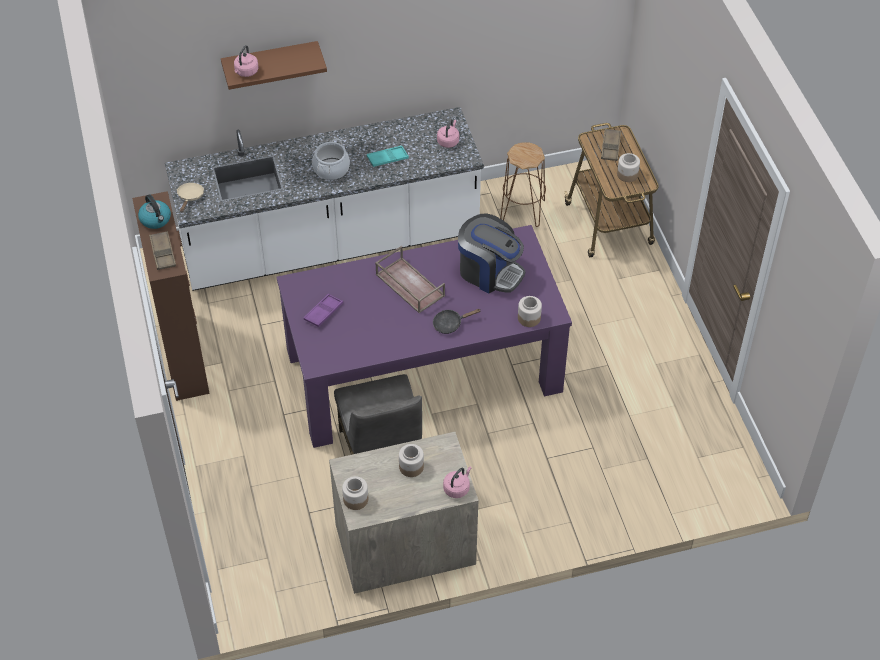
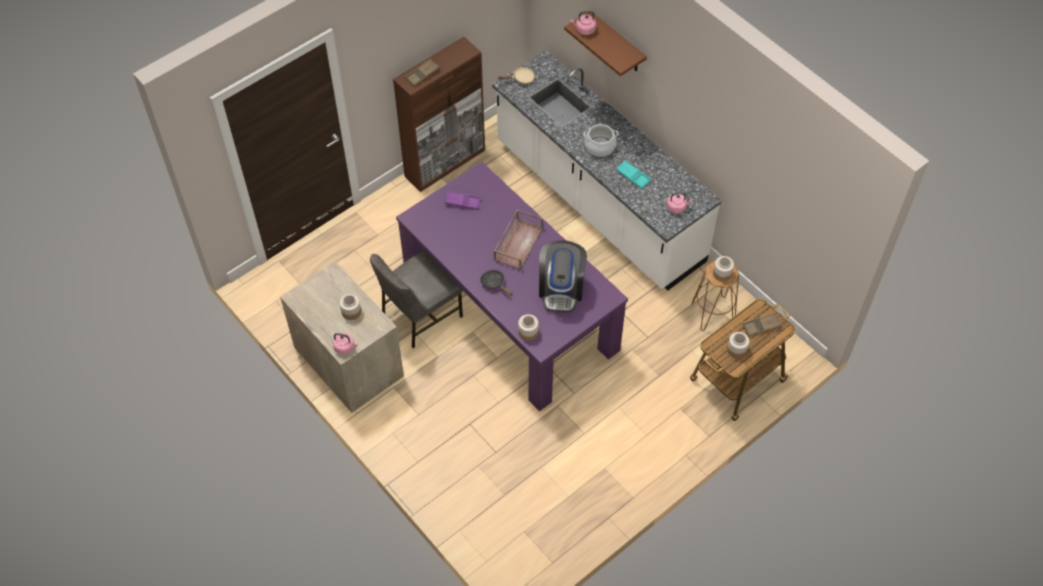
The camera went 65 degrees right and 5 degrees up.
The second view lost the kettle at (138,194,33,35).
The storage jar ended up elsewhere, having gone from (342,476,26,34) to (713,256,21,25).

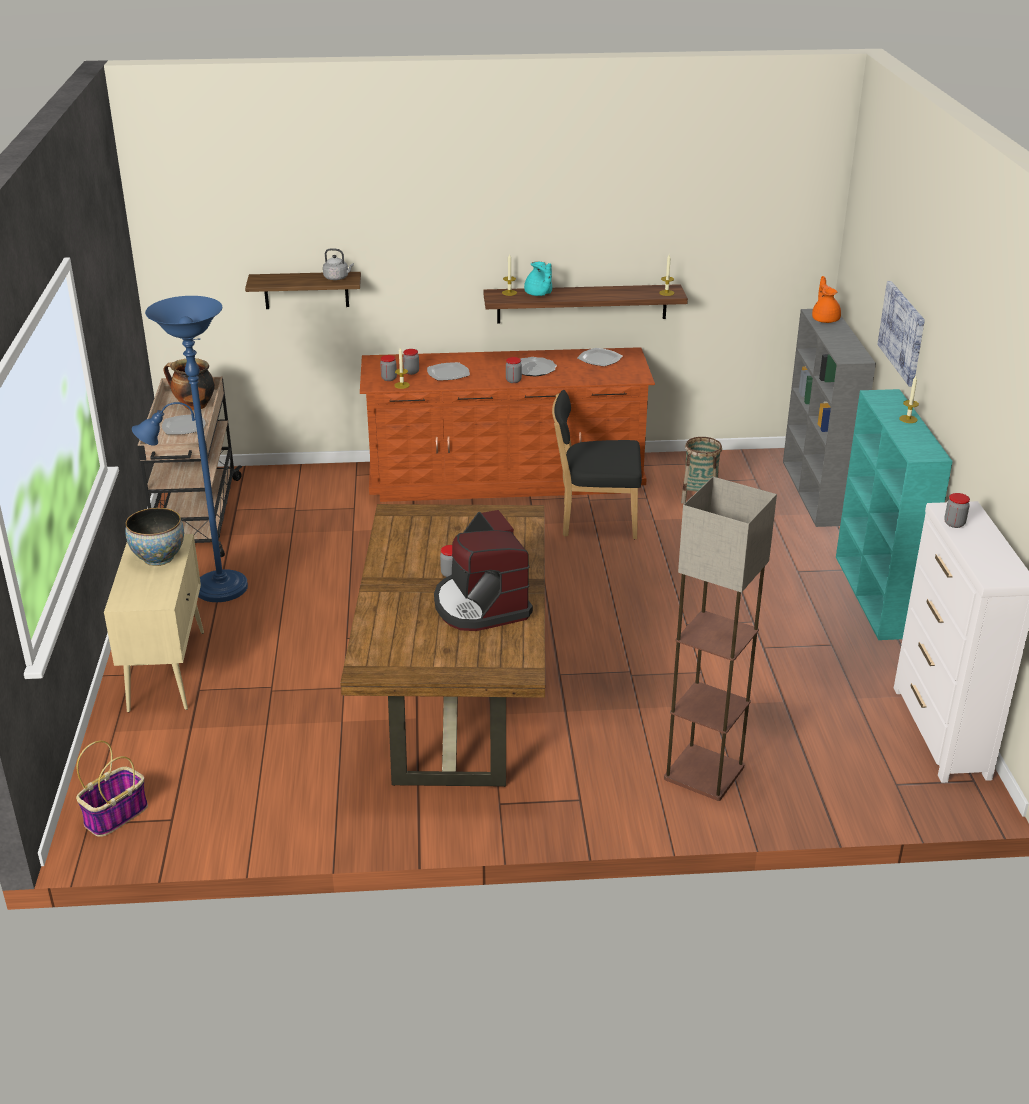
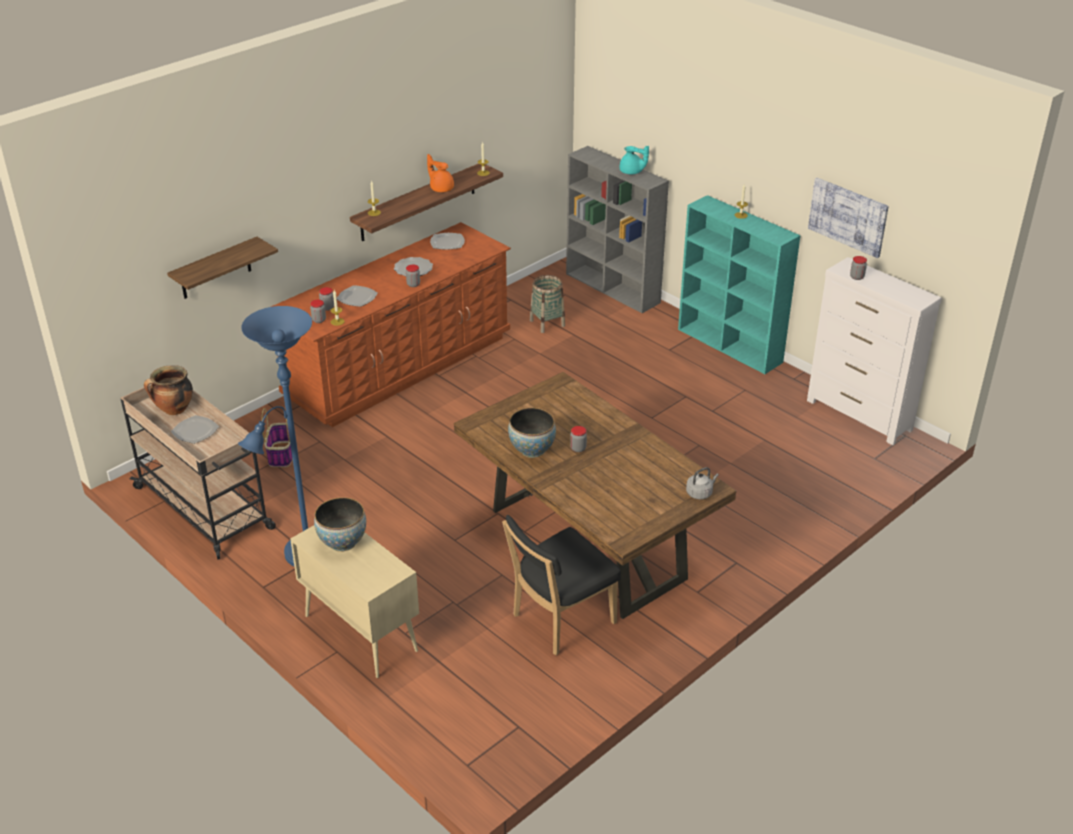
The camera went 40 degrees left and 5 degrees up.
The gray kettle ended up elsewhere, having gone from (323,248,31,32) to (686,467,33,32).
The blue-green pot for tea ended up elsewhere, having gone from (524,262,28,34) to (620,145,29,29).
The orange pot for tea ended up elsewhere, having gone from (812,276,29,47) to (427,154,27,38).
The wall picture ended up elsewhere, having gone from (877,281,48,106) to (808,178,81,80).
The blackish plain chair ended up elsewhere, having gone from (552,390,90,149) to (502,515,119,140).
The second view lost the standard lamp at (664,477,113,324).
The second view lost the coffee brewer at (434,510,99,121).
The household basket ended up elsewhere, having gone from (76,741,72,96) to (261,408,32,59).
The second view gained the serving bowl at (508,408,48,50).

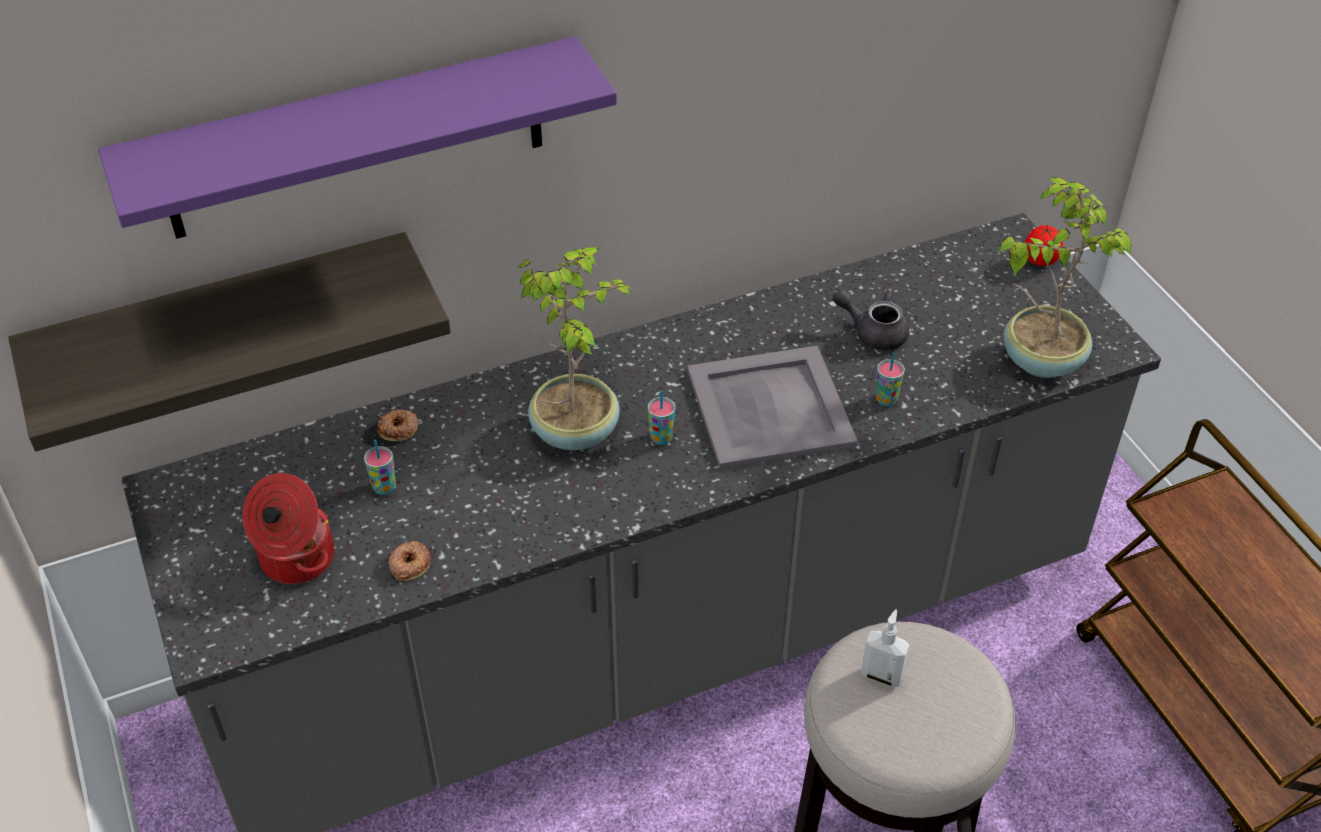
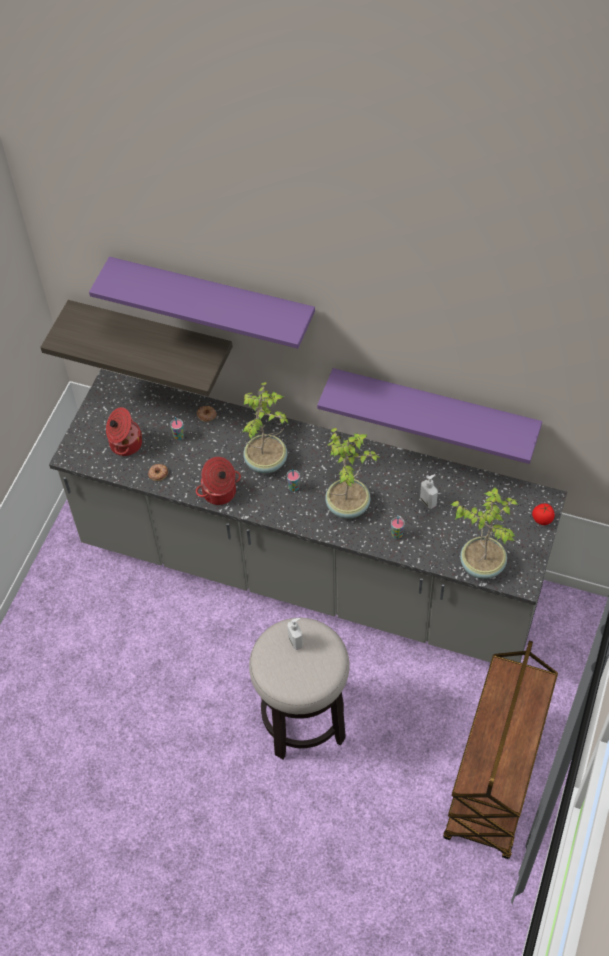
The camera went 45 degrees right and 10 degrees up.
Where the gray pot for tea stood at (833,288,76,62), the soap dispenser came to stand at (420,474,18,35).
Where the gray carrying tray stood at (687,345,171,124), the houseplant came to stand at (325,428,56,91).
The second view gained the purplish bracket shelf at (317,368,225,96).
The second view gained the cooking pot at (196,457,45,48).

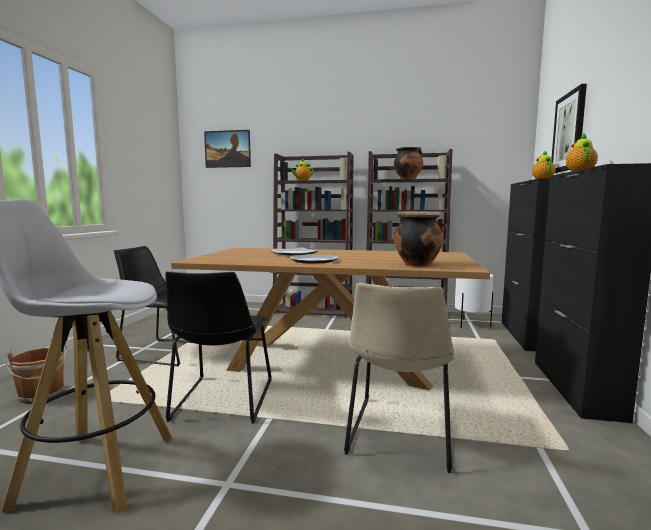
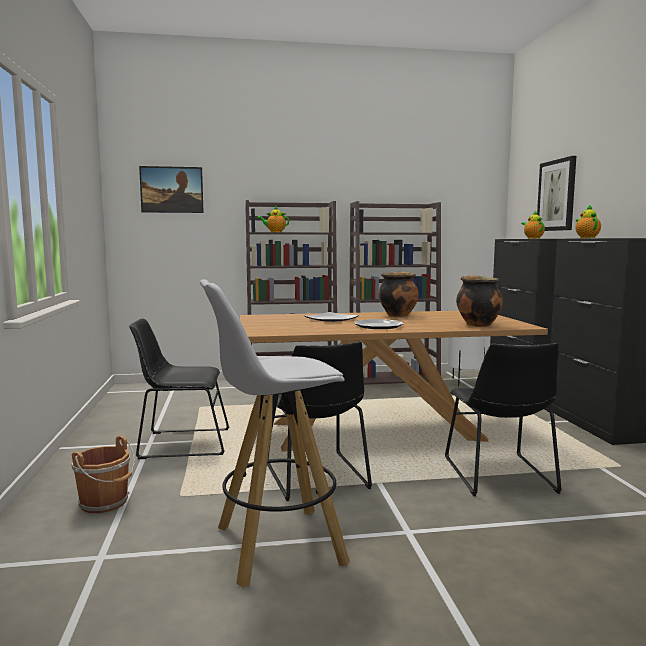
The camera went 20 degrees left and 0 degrees up.
The cooking pot ended up elsewhere, having gone from (394,147,29,32) to (379,271,40,46).
What was the beige plain chair at (344,283,111,190) turned into the blackish plain chair at (445,343,117,153).

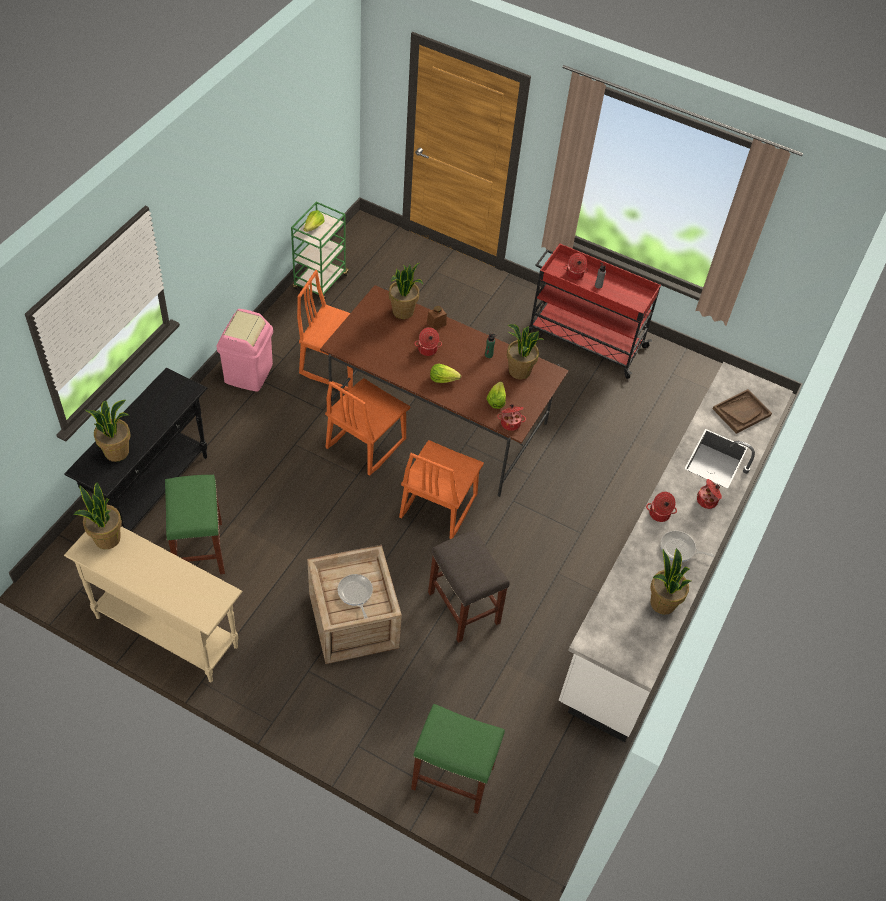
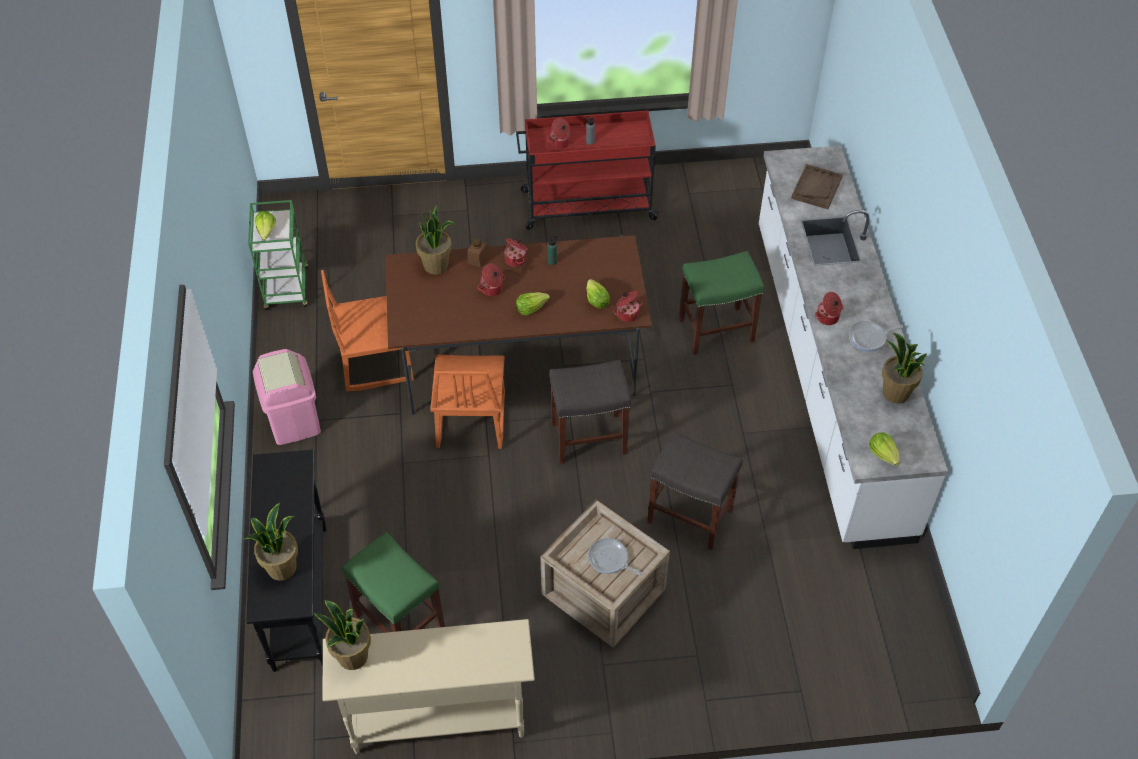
The camera went 30 degrees left and 0 degrees up.
The second view lost the houseplant at (507,324,37,55).
Where the orange plain chair stood at (399,440,85,99), the gray stool came to stand at (549,360,82,104).
The cooking pot ended up elsewhere, having gone from (697,479,25,30) to (504,238,23,29).
The greenish stool ended up elsewhere, having gone from (411,704,94,110) to (679,251,85,104).
The second view gained the head of lettuce at (869,432,31,34).

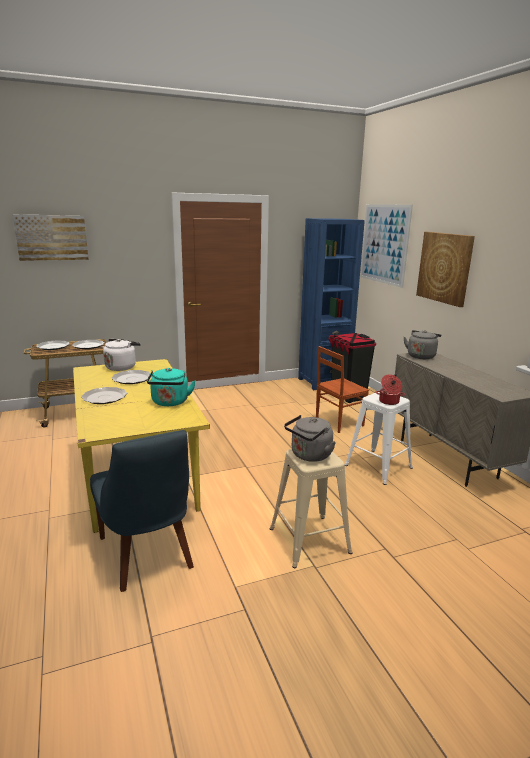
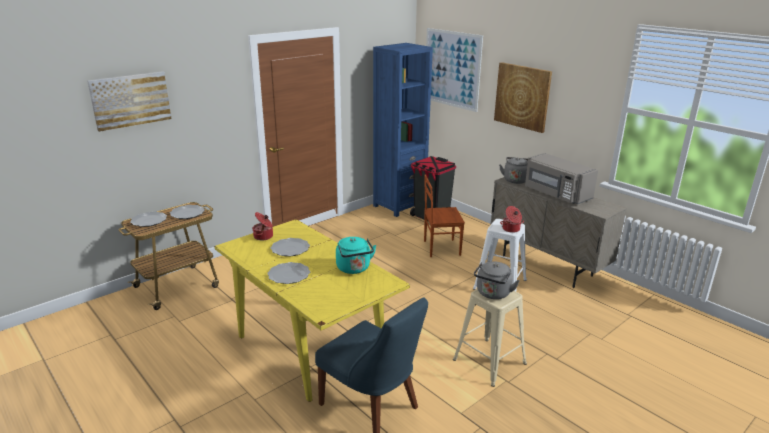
The camera went 20 degrees left and 5 degrees up.
Where the white kettle stood at (102,339,39,32), the cooking pot came to stand at (253,212,20,29).
The brown-coloured plain chair at (316,346,53,87) ended up facing another way, 45 degrees clockwise from before.
The second view gained the gray microwave at (525,153,73,51).

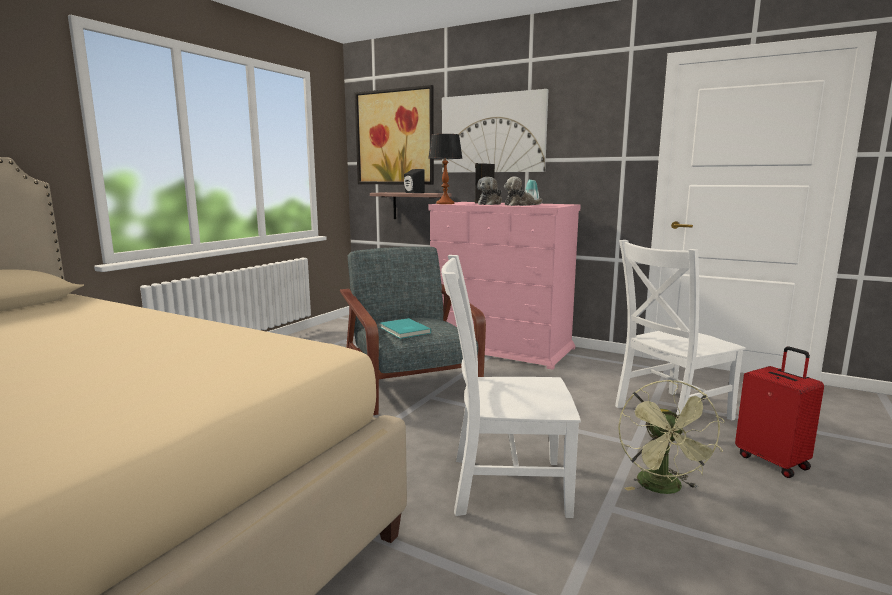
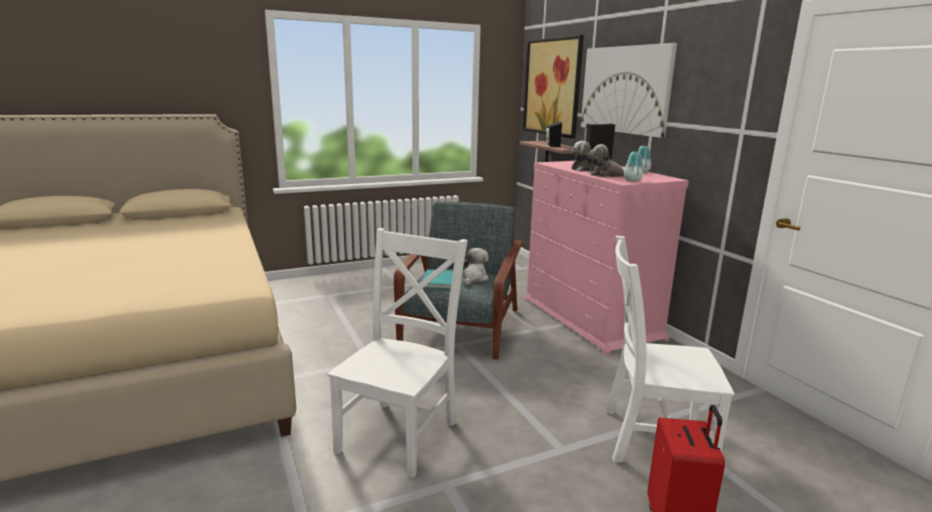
The camera went 35 degrees right and 5 degrees up.
The second view lost the table lamp at (428,134,35,70).
The white plain chair at (441,255,140,263) ended up facing another way, 75 degrees clockwise from before.
The second view lost the greenish fan at (618,380,107,114).
The second view gained the decorative vase at (624,151,19,30).
The second view gained the soft toy at (463,248,26,37).

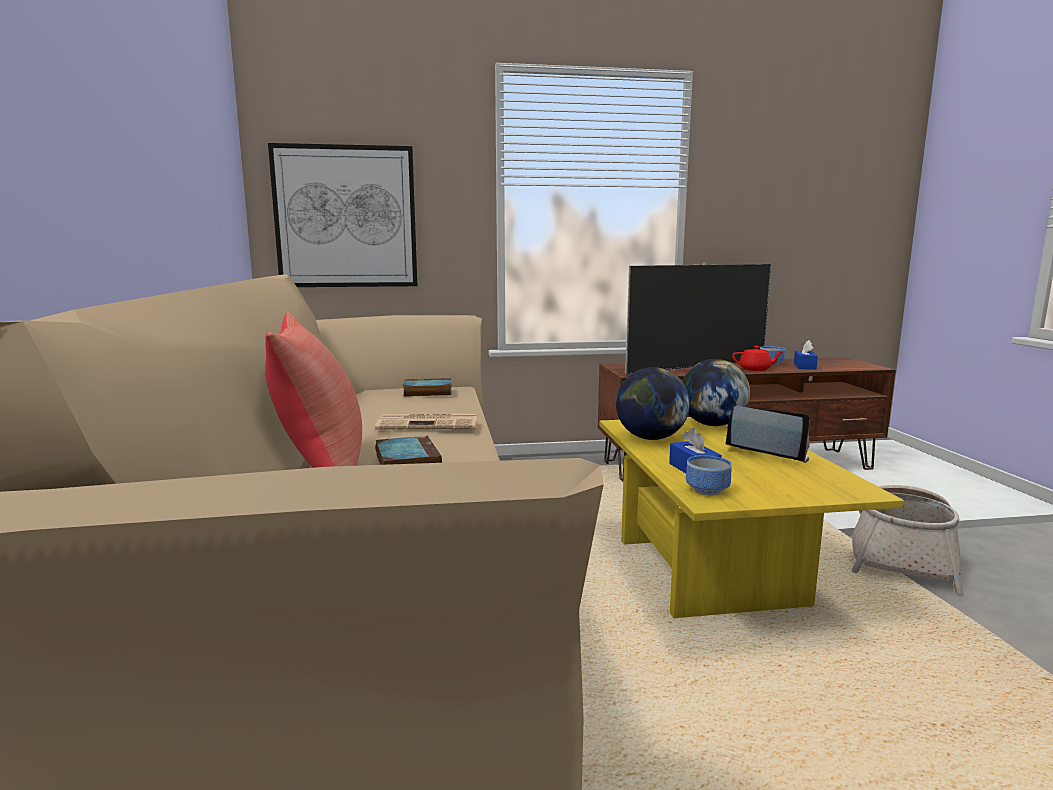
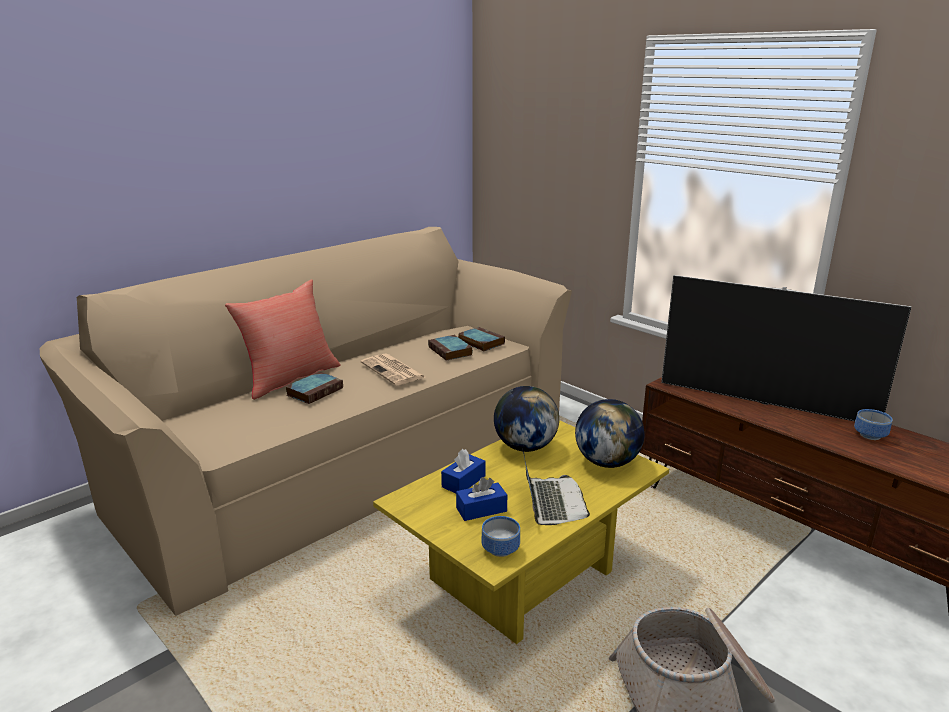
The camera went 55 degrees right and 10 degrees up.
The second view lost the wall picture at (268,143,149,144).
The blue box of tissues ended up elsewhere, having gone from (794,340,24,30) to (456,477,51,44).
The second view lost the reddish pot for tea at (732,346,51,25).
The serving bowl ended up elsewhere, having gone from (686,455,46,40) to (481,516,39,41).
The second view gained the book at (428,335,45,26).

